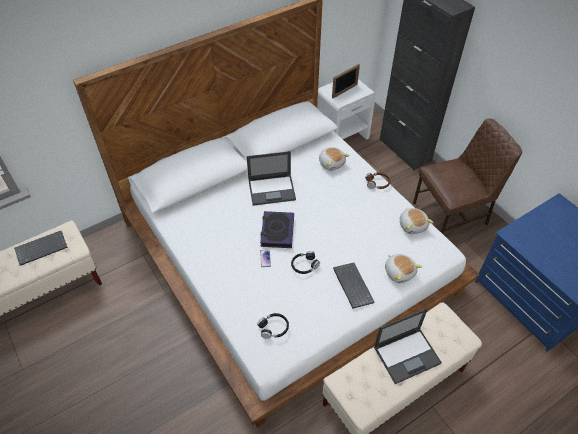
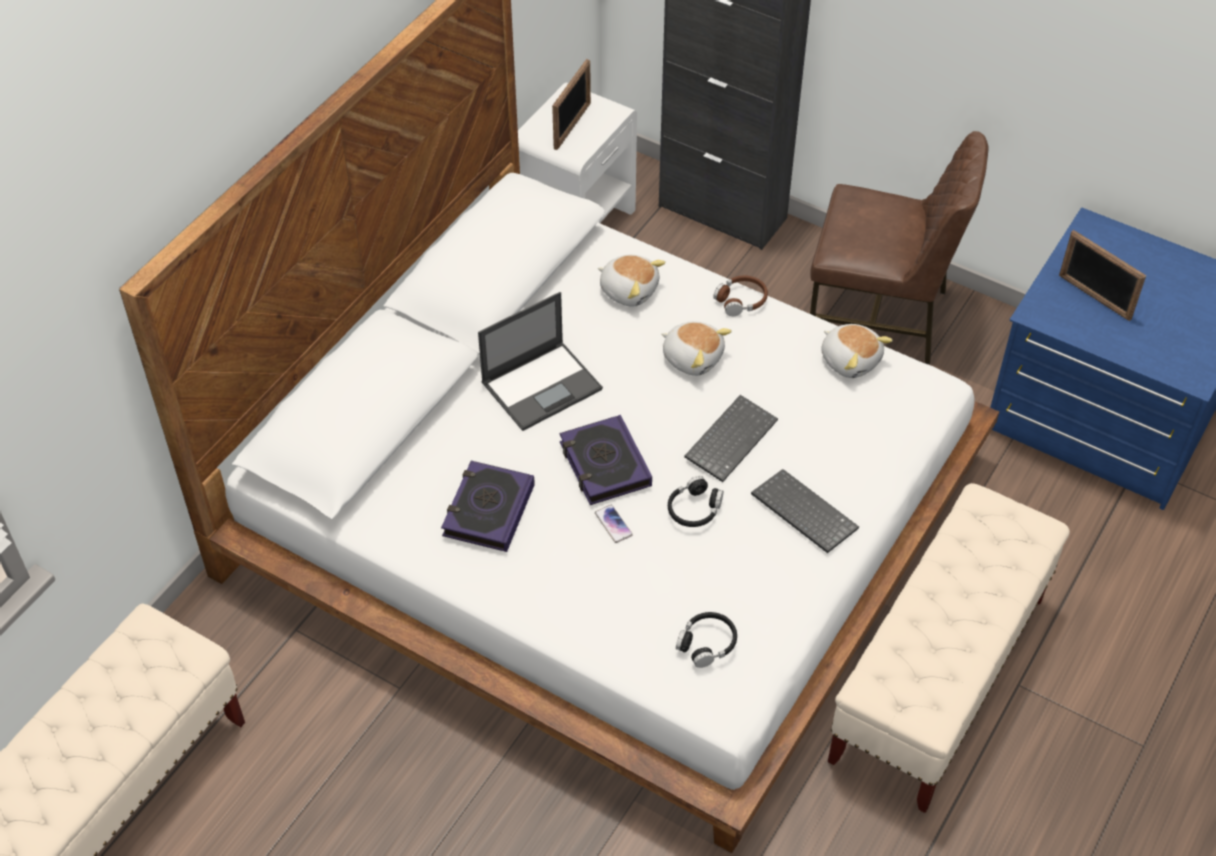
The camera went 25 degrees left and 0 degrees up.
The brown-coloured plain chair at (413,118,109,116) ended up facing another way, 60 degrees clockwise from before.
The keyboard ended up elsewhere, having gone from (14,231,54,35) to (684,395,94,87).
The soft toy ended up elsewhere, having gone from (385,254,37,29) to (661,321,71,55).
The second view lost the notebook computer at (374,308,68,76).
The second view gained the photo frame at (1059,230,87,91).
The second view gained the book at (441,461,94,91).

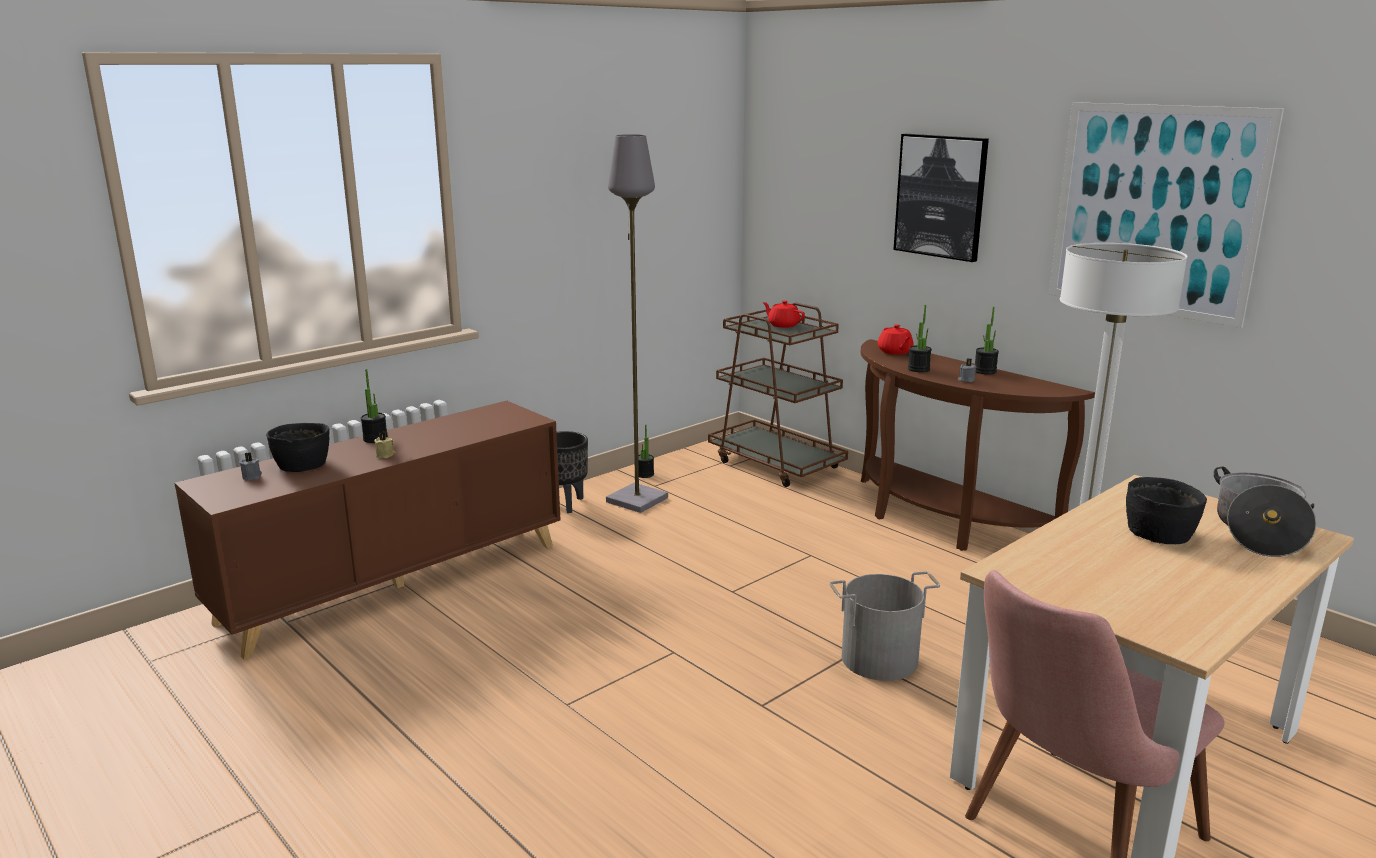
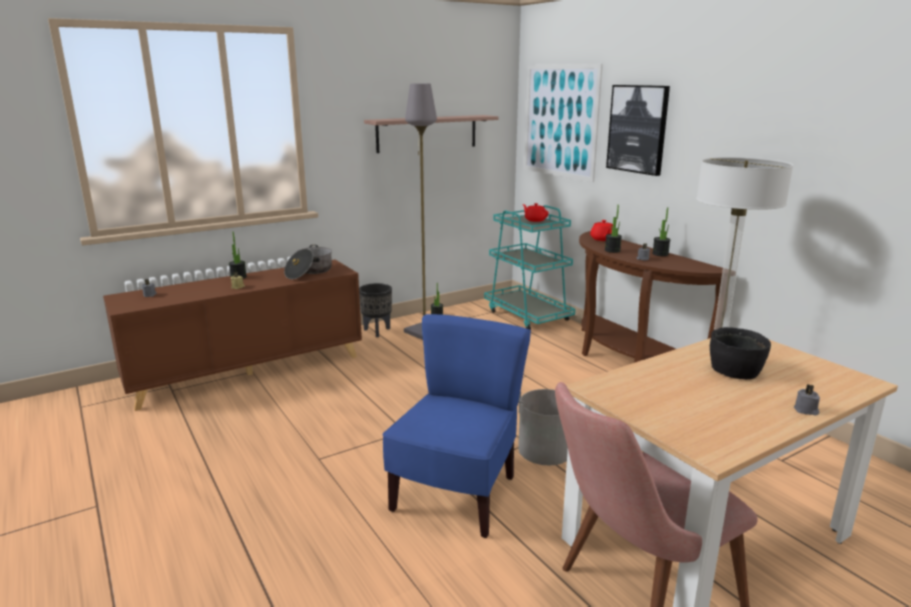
The camera went 10 degrees right and 0 degrees up.
The wall picture ended up elsewhere, having gone from (1049,102,235,226) to (524,64,79,118).
What was the brown-coloured trolley at (708,302,140,185) turned into the blue-green trolley at (484,205,91,125).
The second view lost the blackish serving bowl at (266,423,63,49).
The cooking pot ended up elsewhere, having gone from (1214,467,102,90) to (284,245,48,34).
The second view gained the bracket shelf at (364,115,135,38).
The second view gained the blue plain chair at (382,314,149,224).
The second view gained the gray wax light at (794,384,26,32).

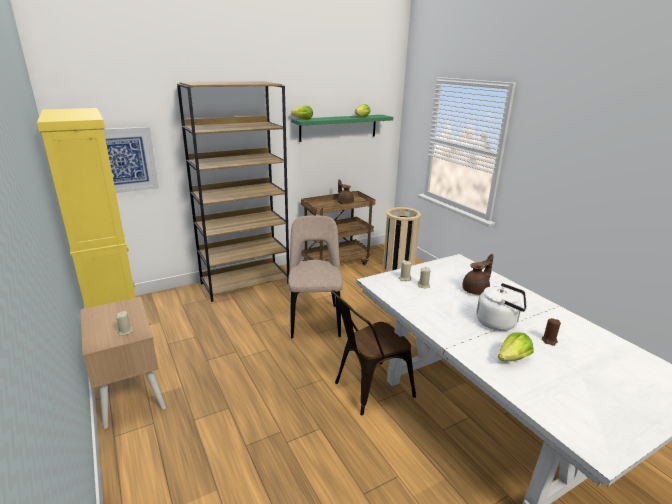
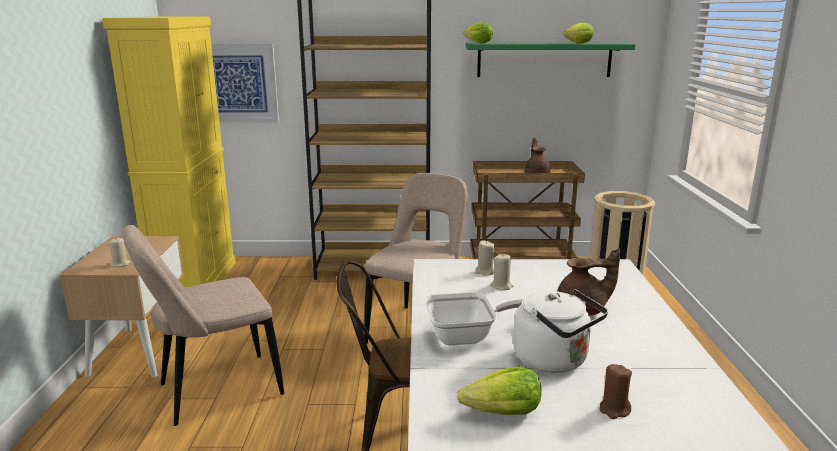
The camera went 30 degrees right and 5 degrees down.
The second view gained the beige plain chair at (122,225,162,201).
The second view gained the frying pan at (424,292,99,53).

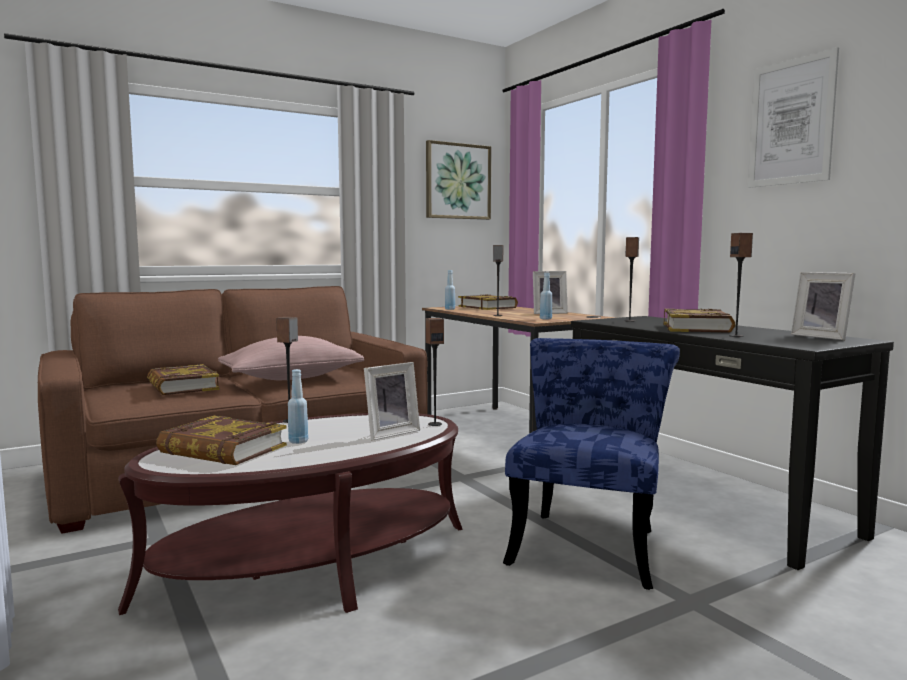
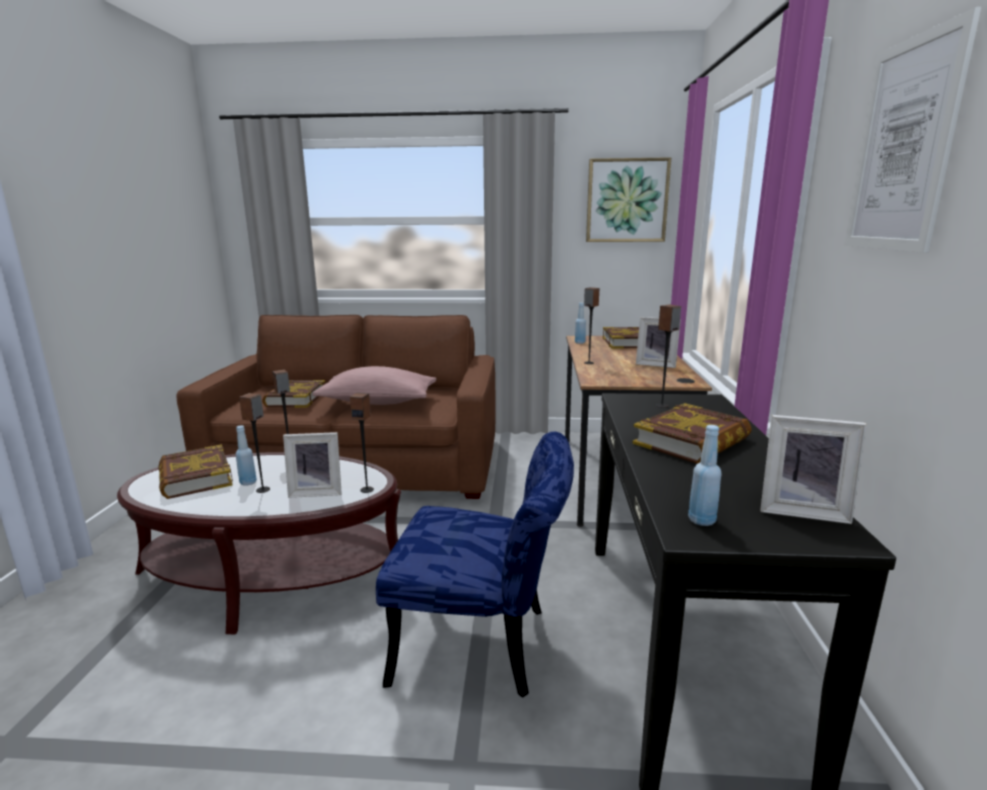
The camera went 35 degrees right and 10 degrees up.
The audio speaker ended up elsewhere, having gone from (729,233,24,104) to (239,393,31,100).
The photo frame at (791,272,64,68) ended up facing another way, 75 degrees counterclockwise from before.
The blue bottle ended up elsewhere, having gone from (540,273,12,46) to (688,425,34,101).
The blue plain chair at (503,338,177,252) ended up facing another way, 45 degrees clockwise from before.

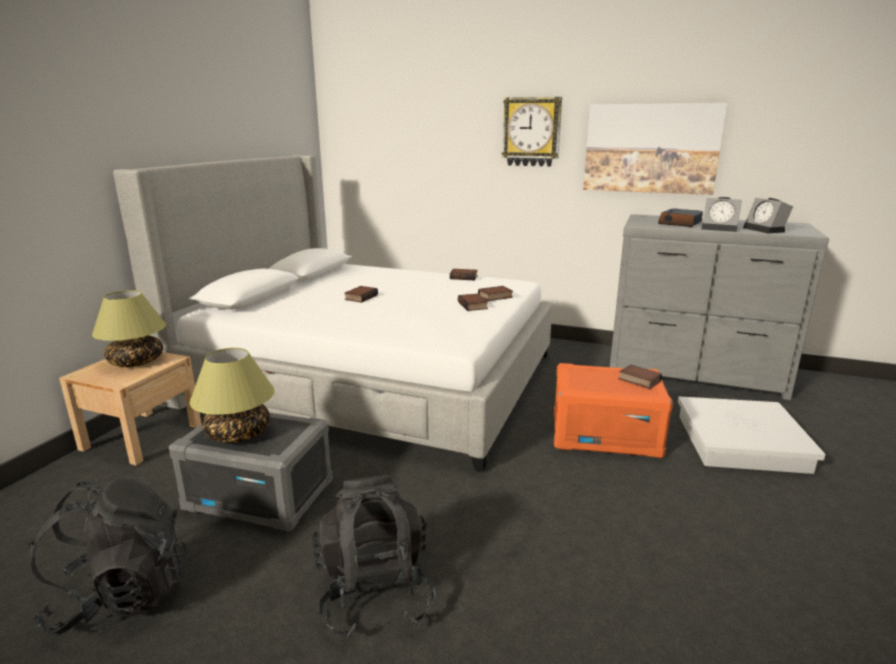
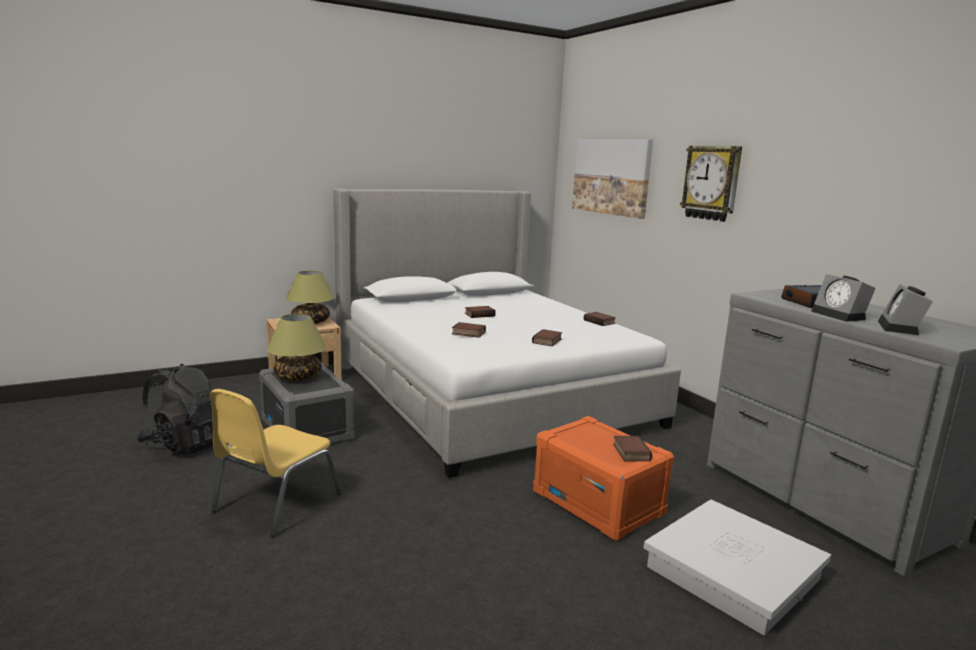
The camera went 40 degrees right and 5 degrees down.
The wall picture ended up elsewhere, having gone from (583,103,144,92) to (572,139,81,80).
The book ended up elsewhere, having gone from (478,286,35,15) to (452,322,34,16).
Where the blackish rucksack stood at (312,475,124,164), the yellow-coloured plain chair came to stand at (210,389,131,148).

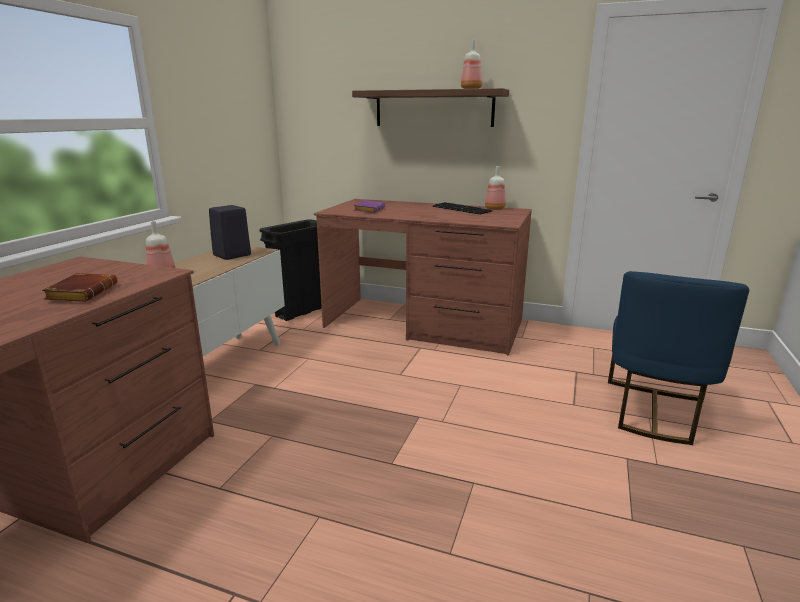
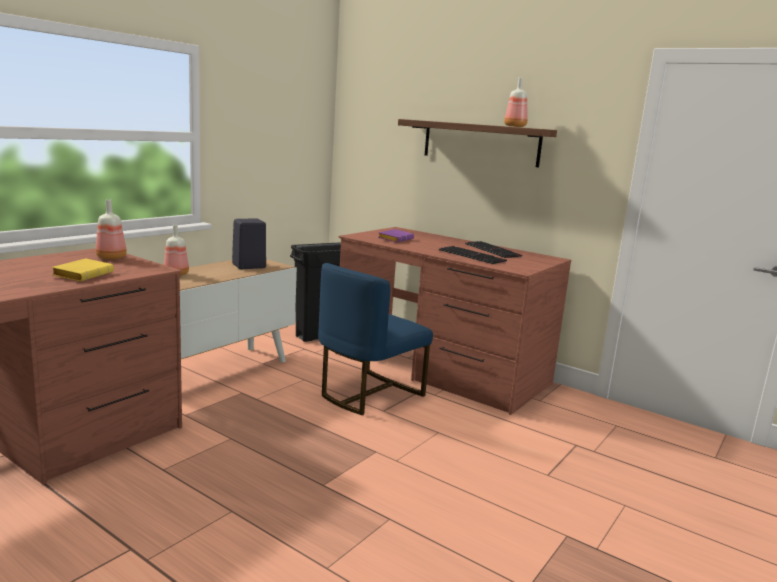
The camera went 15 degrees right and 5 degrees down.
The bottle ended up elsewhere, having gone from (485,166,21,44) to (96,199,31,60).
The blue plain chair ended up elsewhere, having gone from (608,271,141,174) to (318,263,115,152).
What was the brown-coloured book at (42,273,75,29) turned into the yellow-coloured book at (51,258,63,23).
The second view gained the keyboard at (439,246,68,18).

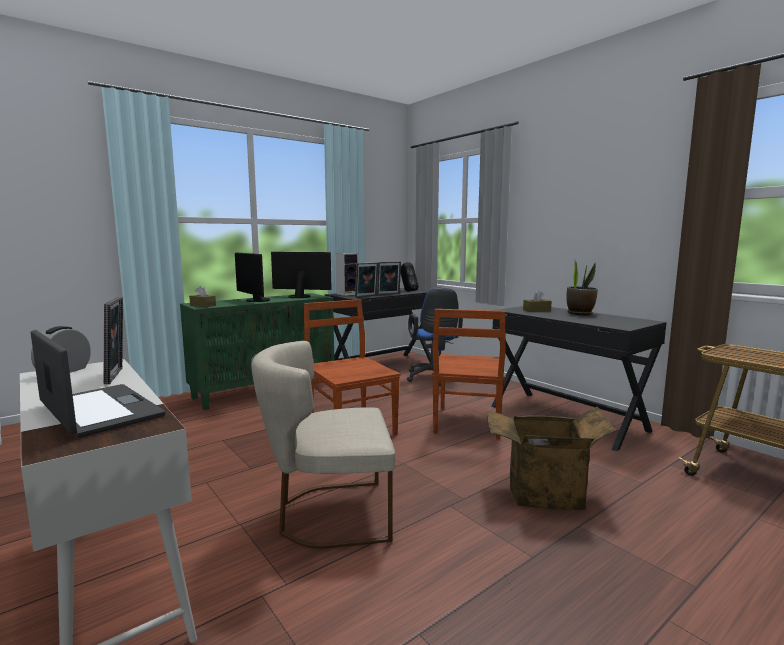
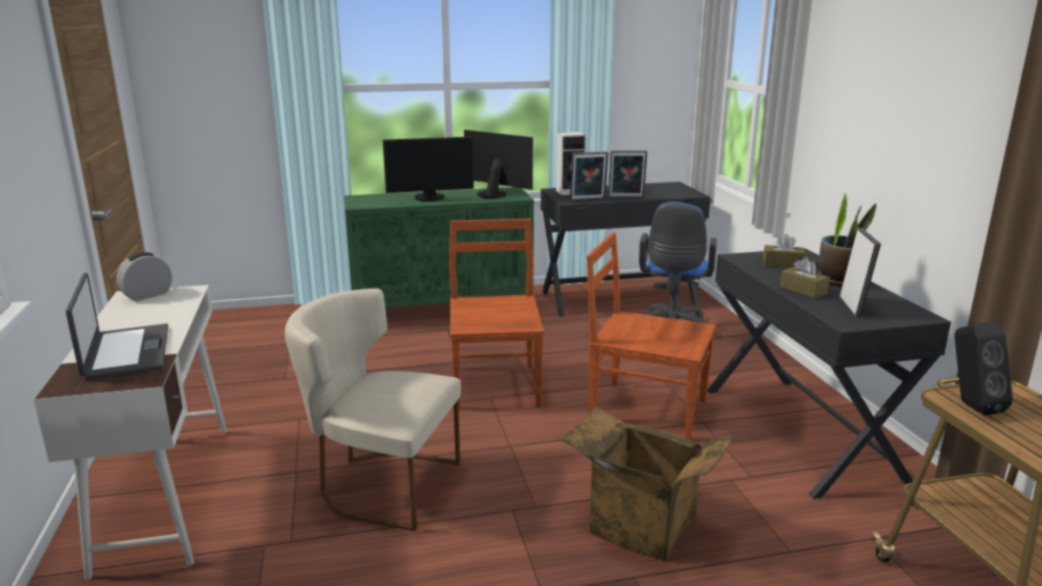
The camera went 25 degrees right and 10 degrees up.
The computer screen at (235,252,35,50) ended up facing another way, 90 degrees counterclockwise from before.
The blackish audio speaker ended up elsewhere, having gone from (401,262,18,30) to (955,322,58,94).
The brown-coloured box of tissues ended up elsewhere, having gone from (189,286,27,21) to (780,257,50,41).
The photo frame ended up elsewhere, having gone from (104,297,19,87) to (839,227,42,91).
The brown-coloured plain chair at (432,309,74,130) ended up facing another way, 75 degrees clockwise from before.

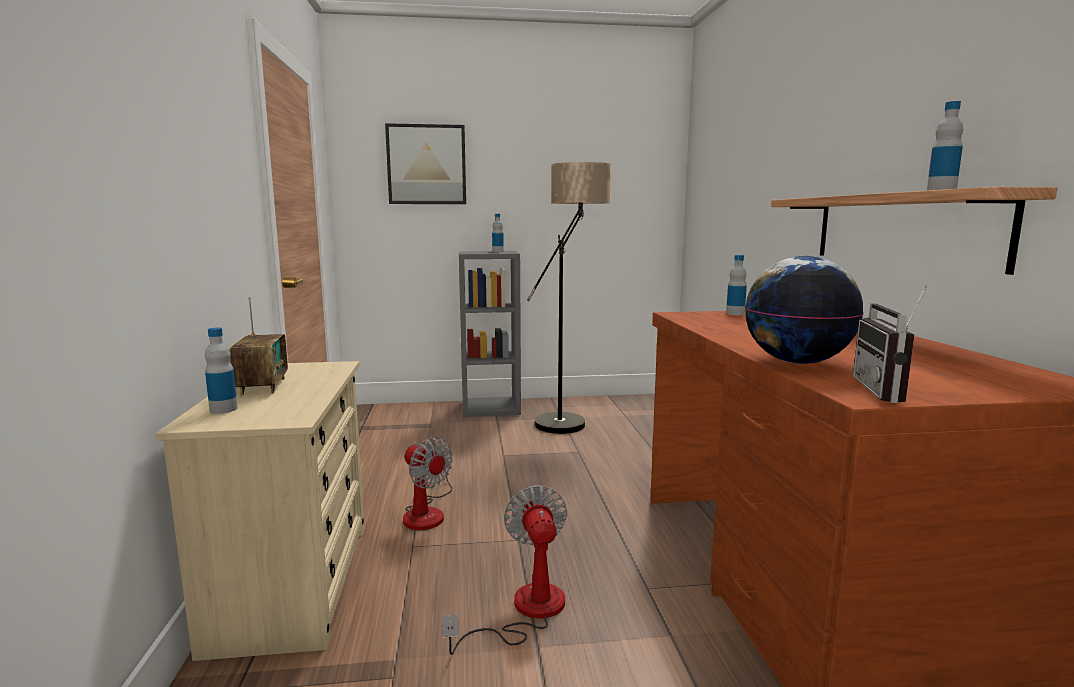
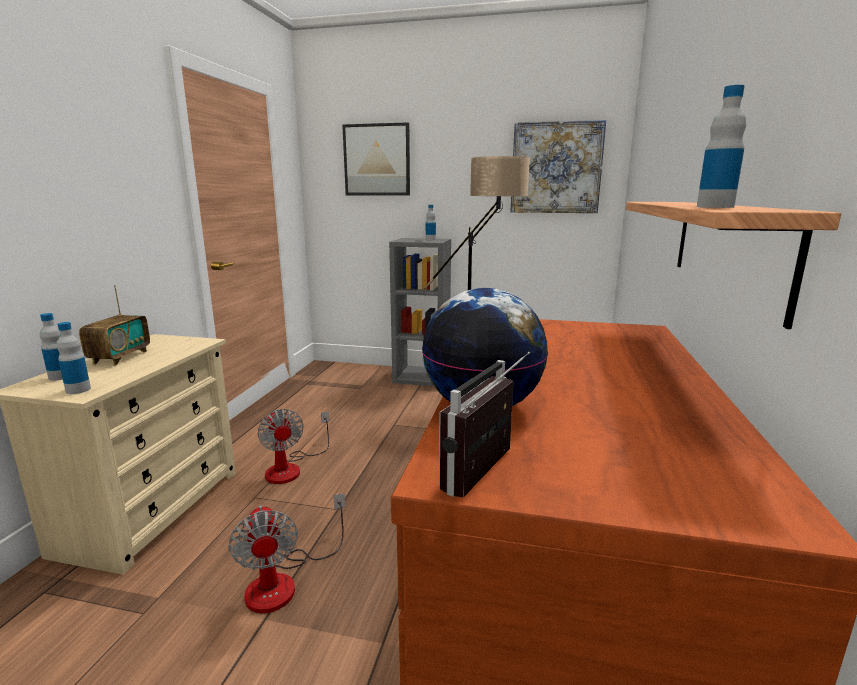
The camera went 20 degrees right and 5 degrees up.
The bottle ended up elsewhere, having gone from (726,255,21,60) to (57,322,34,72).
The fan at (442,485,125,170) ended up facing another way, 150 degrees clockwise from before.
The second view gained the wall picture at (510,120,96,93).

